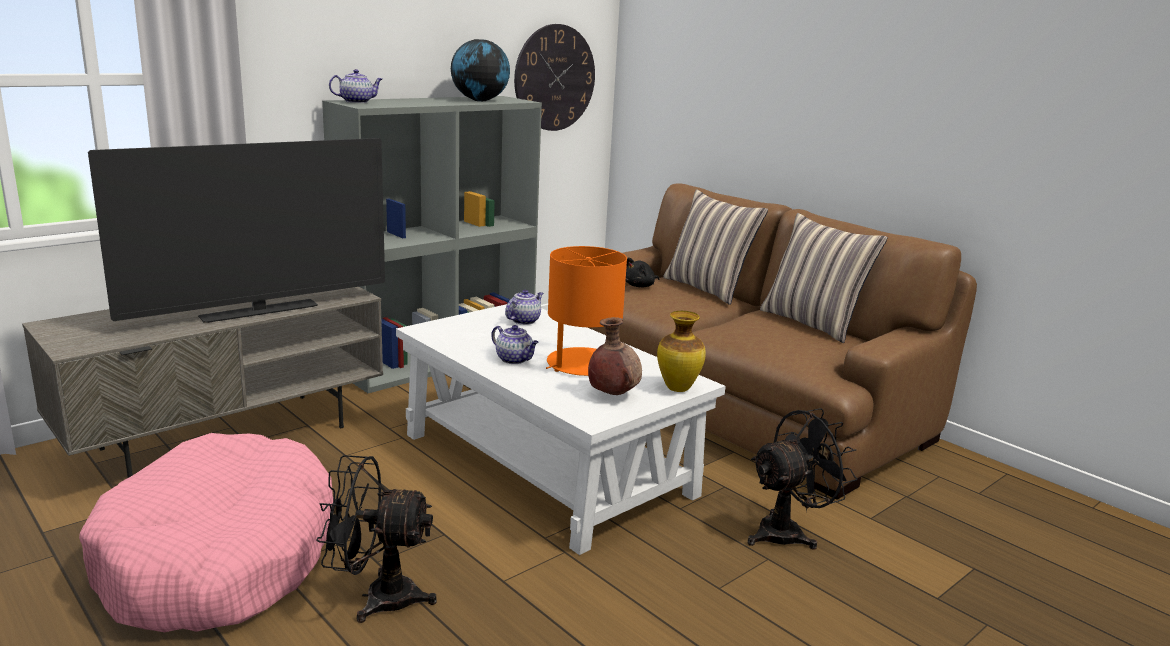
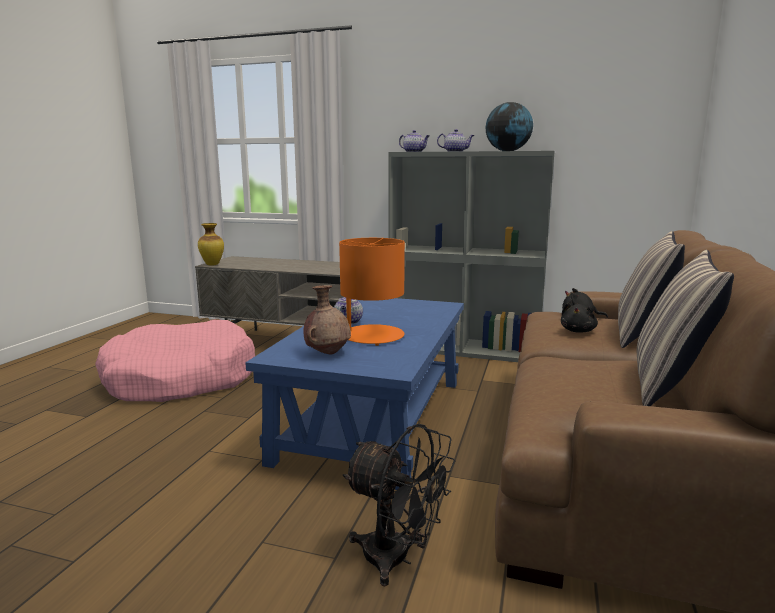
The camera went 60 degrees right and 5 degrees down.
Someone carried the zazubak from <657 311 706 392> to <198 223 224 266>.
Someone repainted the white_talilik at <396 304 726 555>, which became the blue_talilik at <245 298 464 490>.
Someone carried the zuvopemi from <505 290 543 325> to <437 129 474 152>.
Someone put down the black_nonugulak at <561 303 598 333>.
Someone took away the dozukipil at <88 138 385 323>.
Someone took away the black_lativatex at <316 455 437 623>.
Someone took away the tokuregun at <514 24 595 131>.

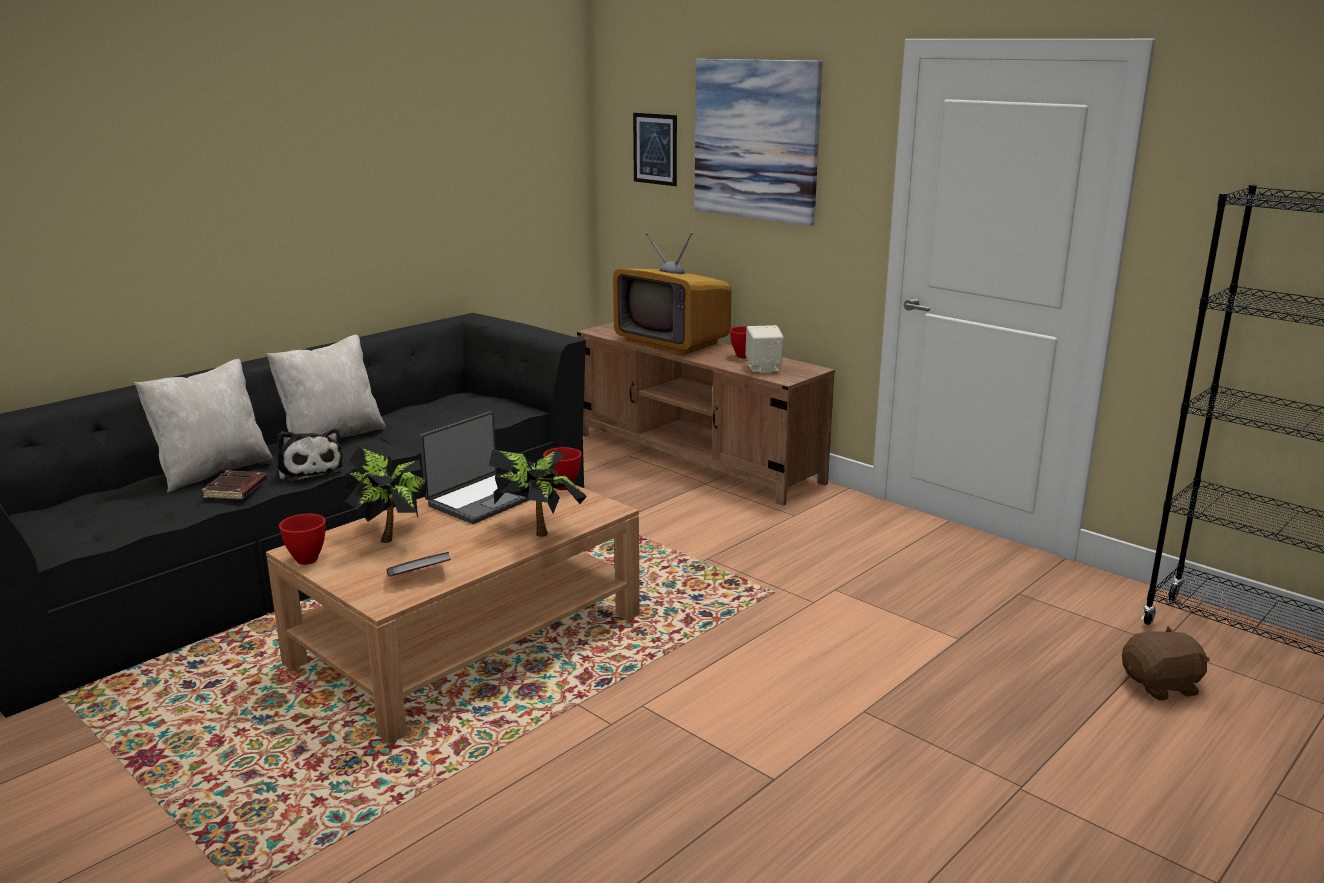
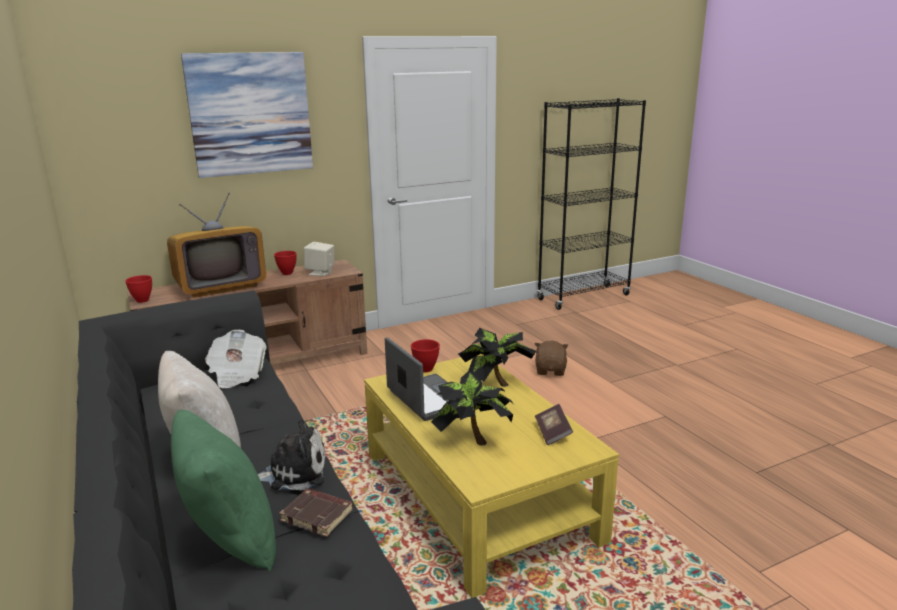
The camera went 70 degrees left and 0 degrees up.
Someone carried the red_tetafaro from <279 514 326 565> to <125 275 152 303>.
Someone repainted the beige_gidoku at <134 359 273 493>, which became the green_gidoku at <171 410 276 572>.
Someone put down the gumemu at <205 330 267 389>.
Someone repainted the brown_talilik at <266 485 640 744>, which became the yellow_talilik at <364 354 619 598>.
Someone carried the brown_nonugulak from <1122 626 1210 701> to <535 341 569 376>.
Someone took away the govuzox at <633 113 677 186>.

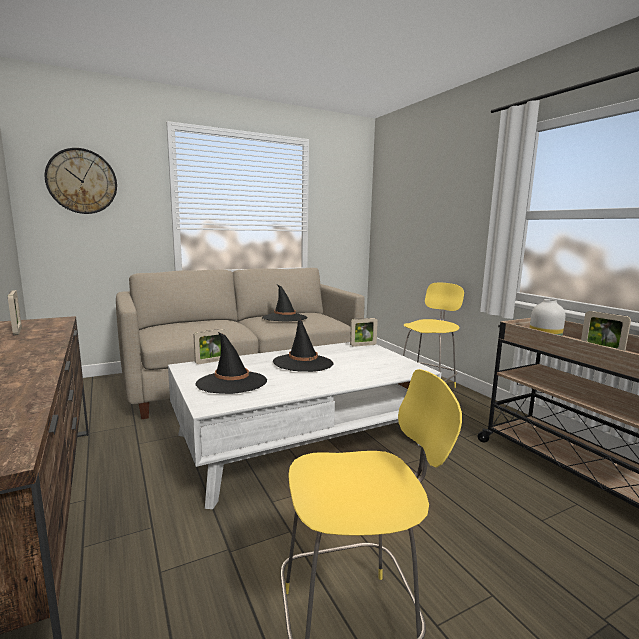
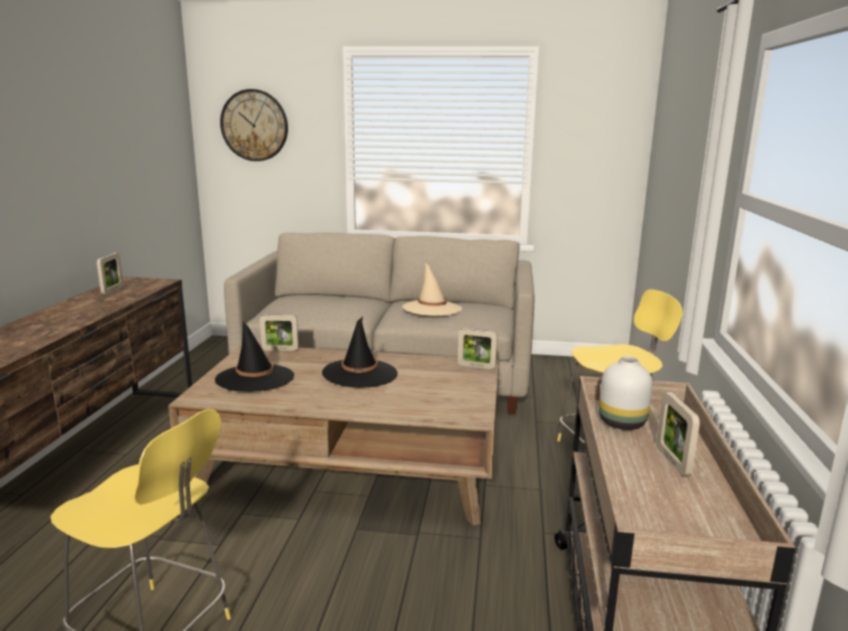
The camera went 35 degrees right and 5 degrees up.
Someone repainted the white_talilik at <168 342 441 509>, which became the brown_talilik at <168 344 499 526>.
Someone repainted the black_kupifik at <262 285 307 321>, which became the beige_kupifik at <402 263 462 316>.

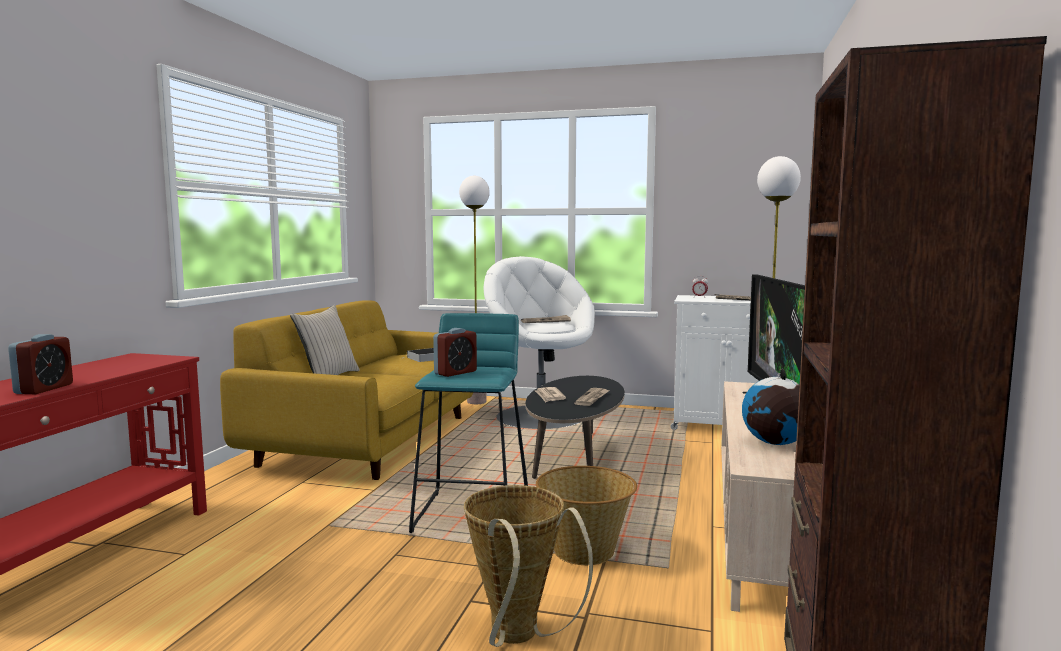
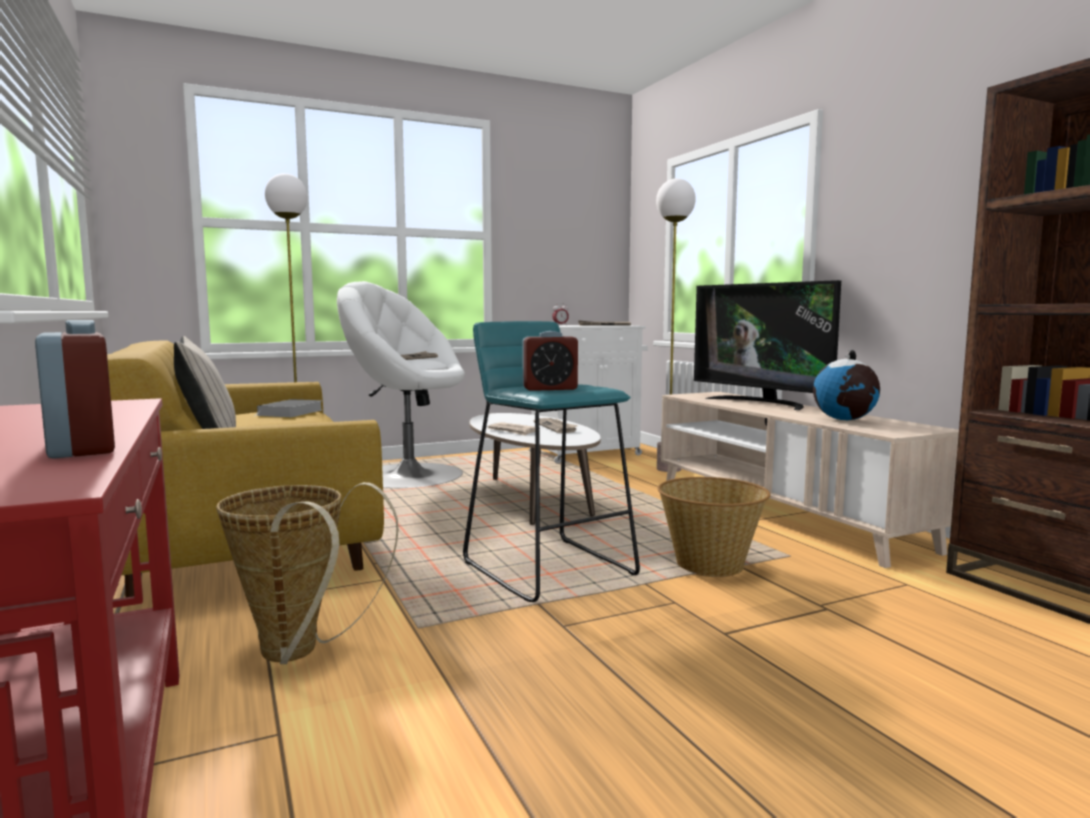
The camera went 40 degrees left and 0 degrees up.
Someone carried the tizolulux from <464 485 593 647> to <216 482 398 664>.
Someone repainted the black_talilik at <526 376 625 479>, which became the white_talilik at <469 413 601 525>.
Someone rotated the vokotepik at <433 328 477 377> by 75 degrees clockwise.

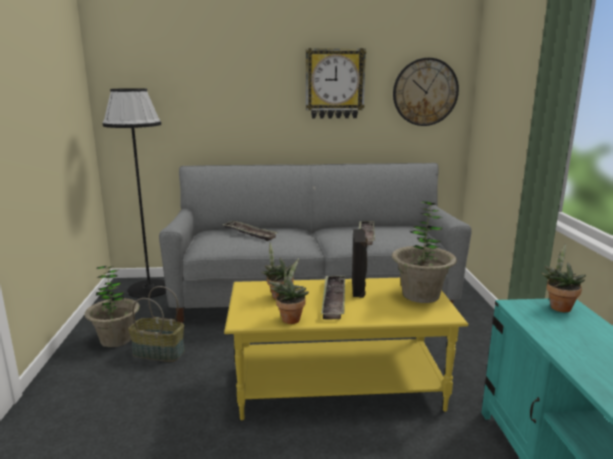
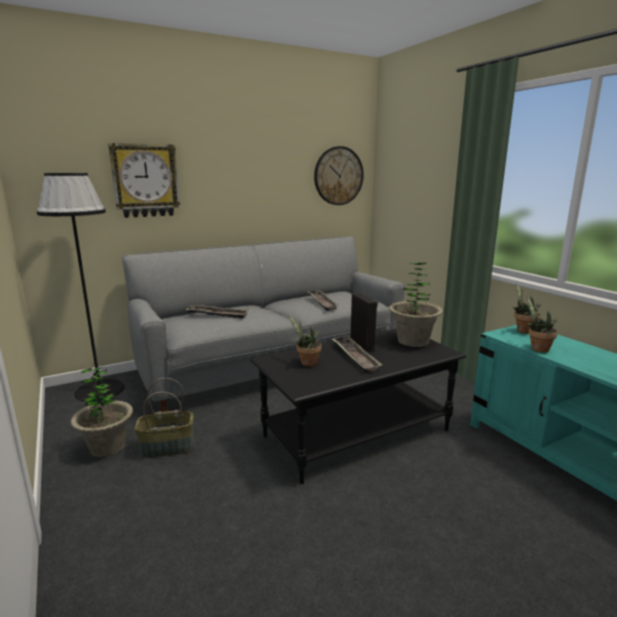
The camera went 25 degrees left and 0 degrees up.
Someone carried the tokuregun from <306 48 366 119> to <108 143 180 218>.
Someone repainted the yellow_talilik at <224 278 468 420>, which became the black_talilik at <250 328 466 484>.
Someone carried the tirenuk from <268 258 309 324> to <527 297 558 352>.

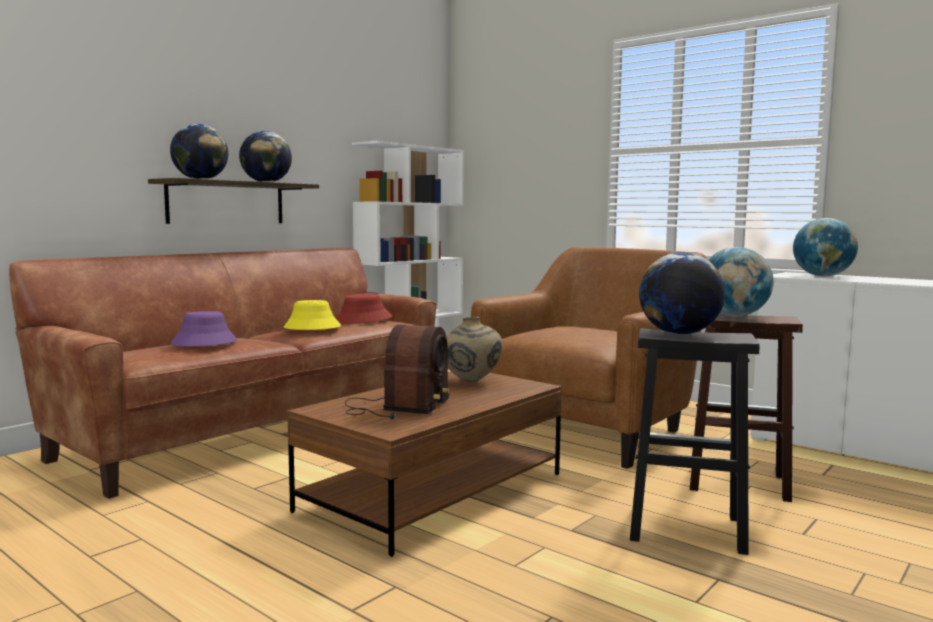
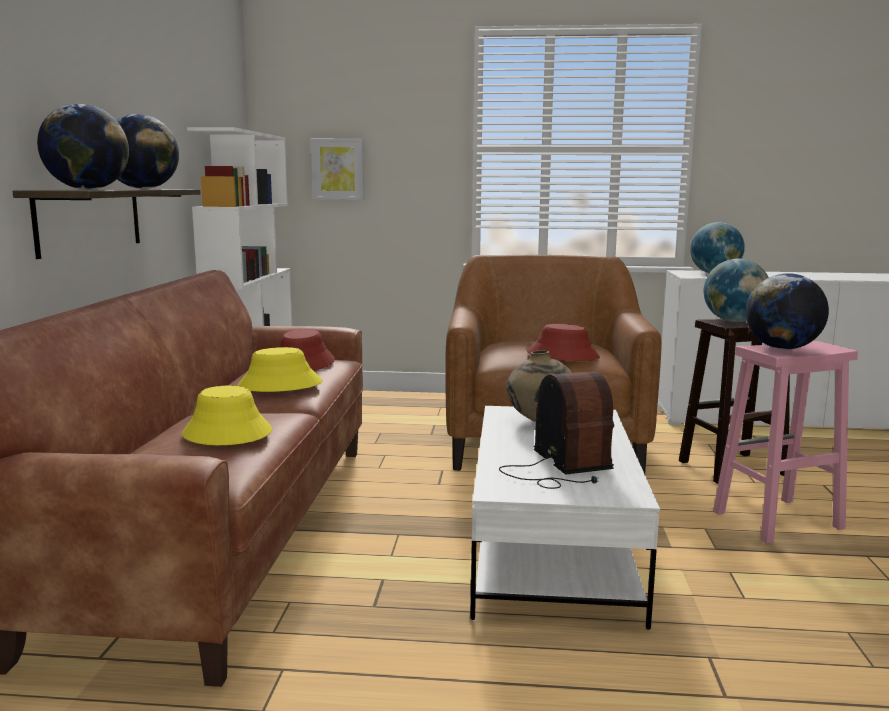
The camera went 35 degrees left and 5 degrees up.
Someone repainted the purple_kupifik at <170 311 237 346>, which became the yellow_kupifik at <182 386 272 445>.
Someone put up the govuzox at <311 138 364 200>.
Someone repainted the brown_talilik at <288 371 562 557>, which became the white_talilik at <471 406 660 630>.
Someone put down the red_kupifik at <527 324 600 361>.
Someone repainted the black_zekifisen at <630 328 760 555>, which became the pink_zekifisen at <713 340 858 544>.

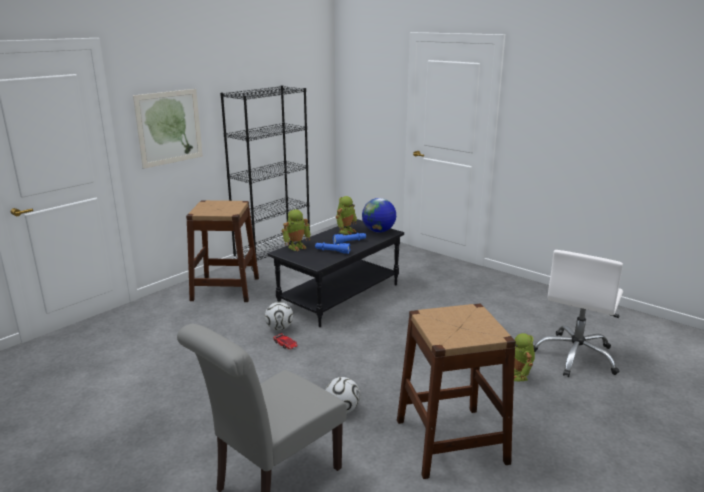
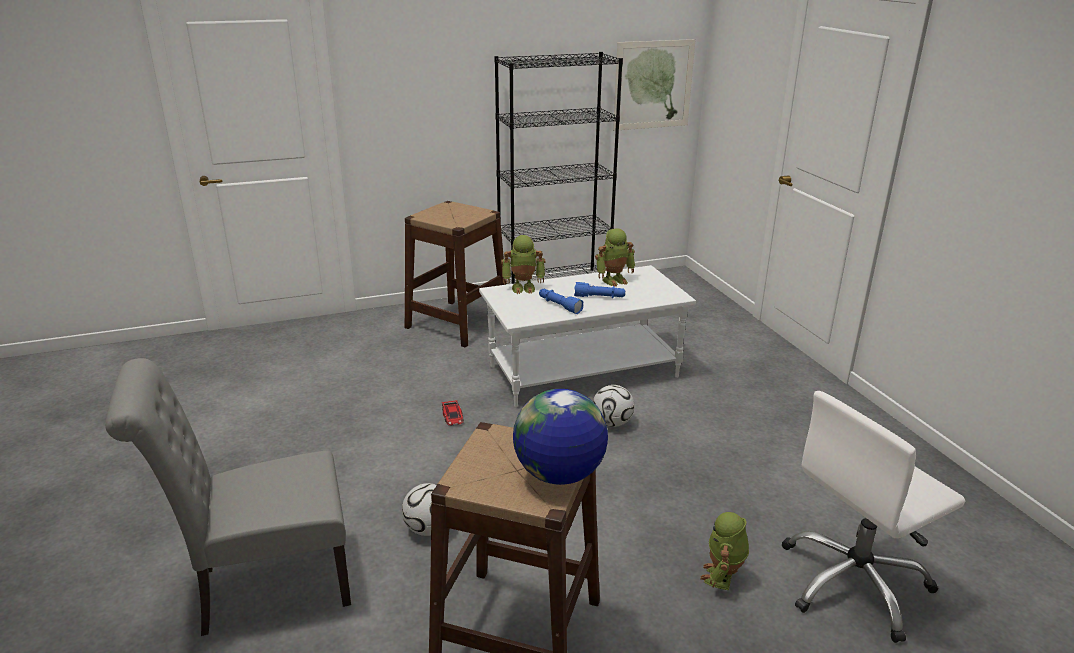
The camera went 30 degrees right and 5 degrees up.
Someone repainted the black_talilik at <268 219 404 327>, which became the white_talilik at <479 265 696 407>.
Someone carried the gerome from <362 198 396 233> to <513 389 608 485>.
Someone carried the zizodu from <265 302 293 330> to <593 385 634 427>.
Someone carried the govuzox from <133 89 203 169> to <613 39 695 131>.

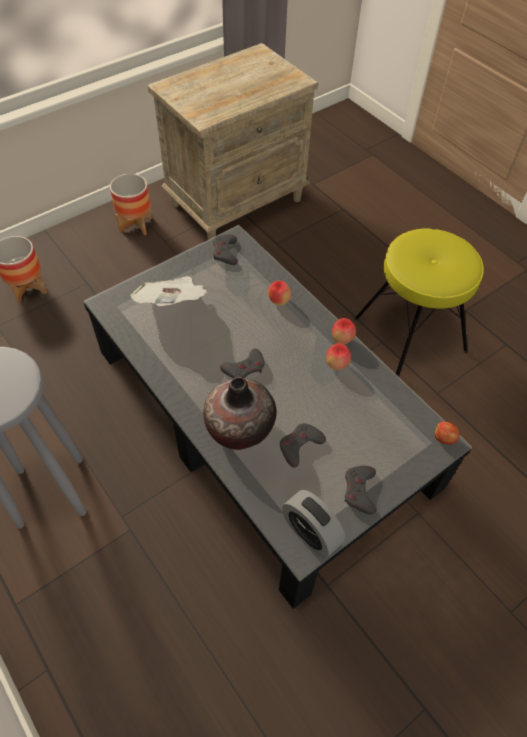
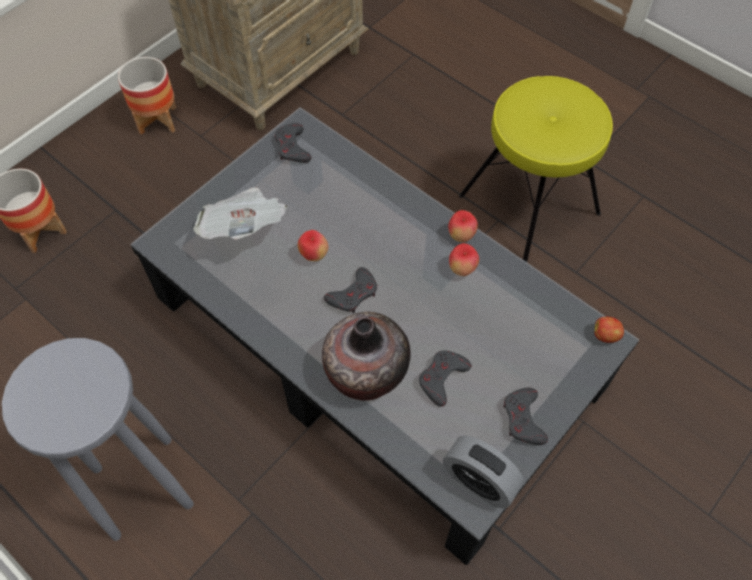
The camera went 10 degrees left and 5 degrees up.
Someone carried the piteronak from <268 281 291 305> to <298 230 329 261>.

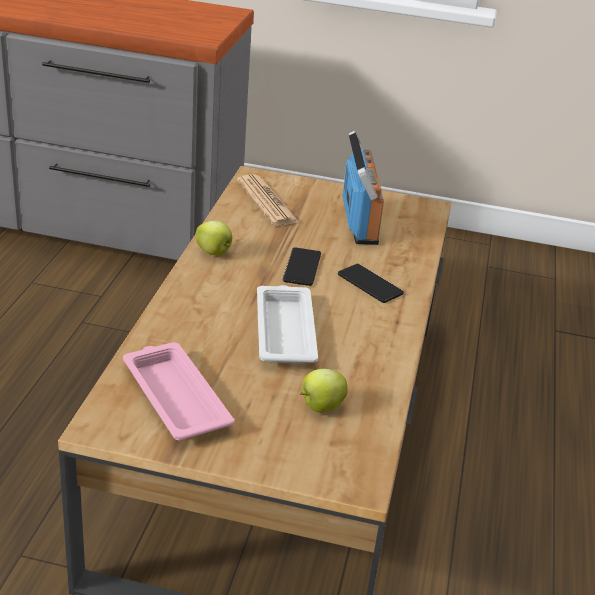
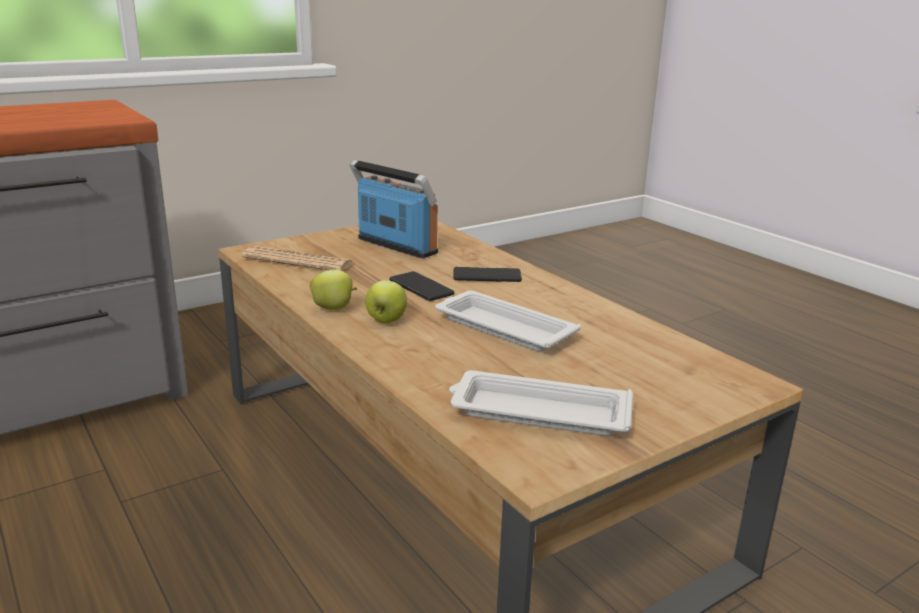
The camera went 45 degrees left and 10 degrees down.
Someone carried the piteronak from <300 369 347 413> to <365 280 407 323>.
Someone repainted the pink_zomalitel at <123 342 234 441>, which became the white_zomalitel at <449 371 633 436>.

